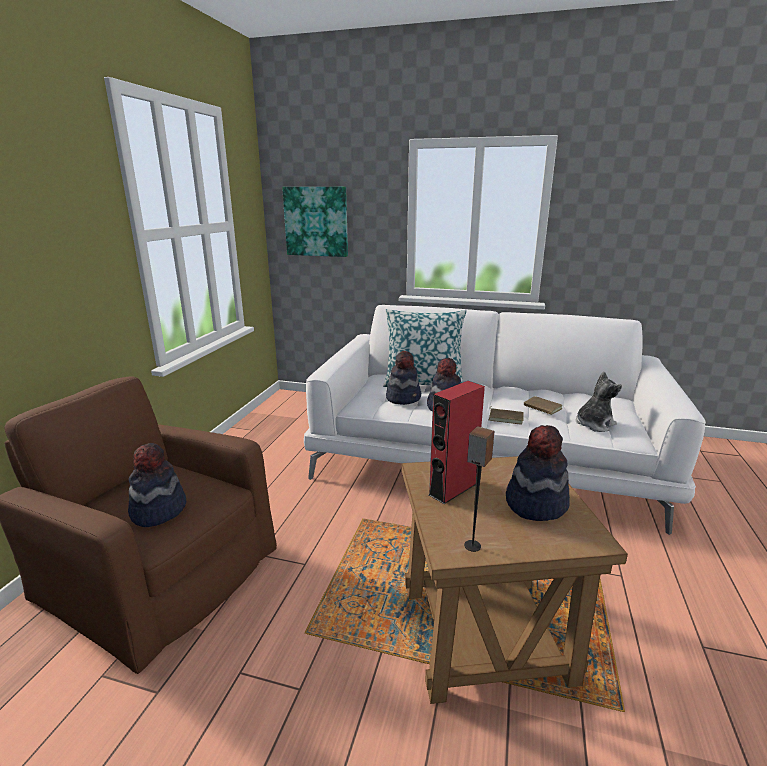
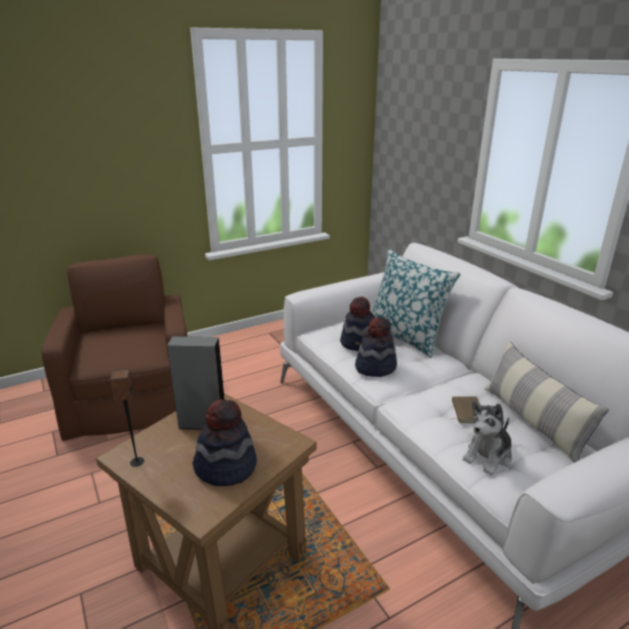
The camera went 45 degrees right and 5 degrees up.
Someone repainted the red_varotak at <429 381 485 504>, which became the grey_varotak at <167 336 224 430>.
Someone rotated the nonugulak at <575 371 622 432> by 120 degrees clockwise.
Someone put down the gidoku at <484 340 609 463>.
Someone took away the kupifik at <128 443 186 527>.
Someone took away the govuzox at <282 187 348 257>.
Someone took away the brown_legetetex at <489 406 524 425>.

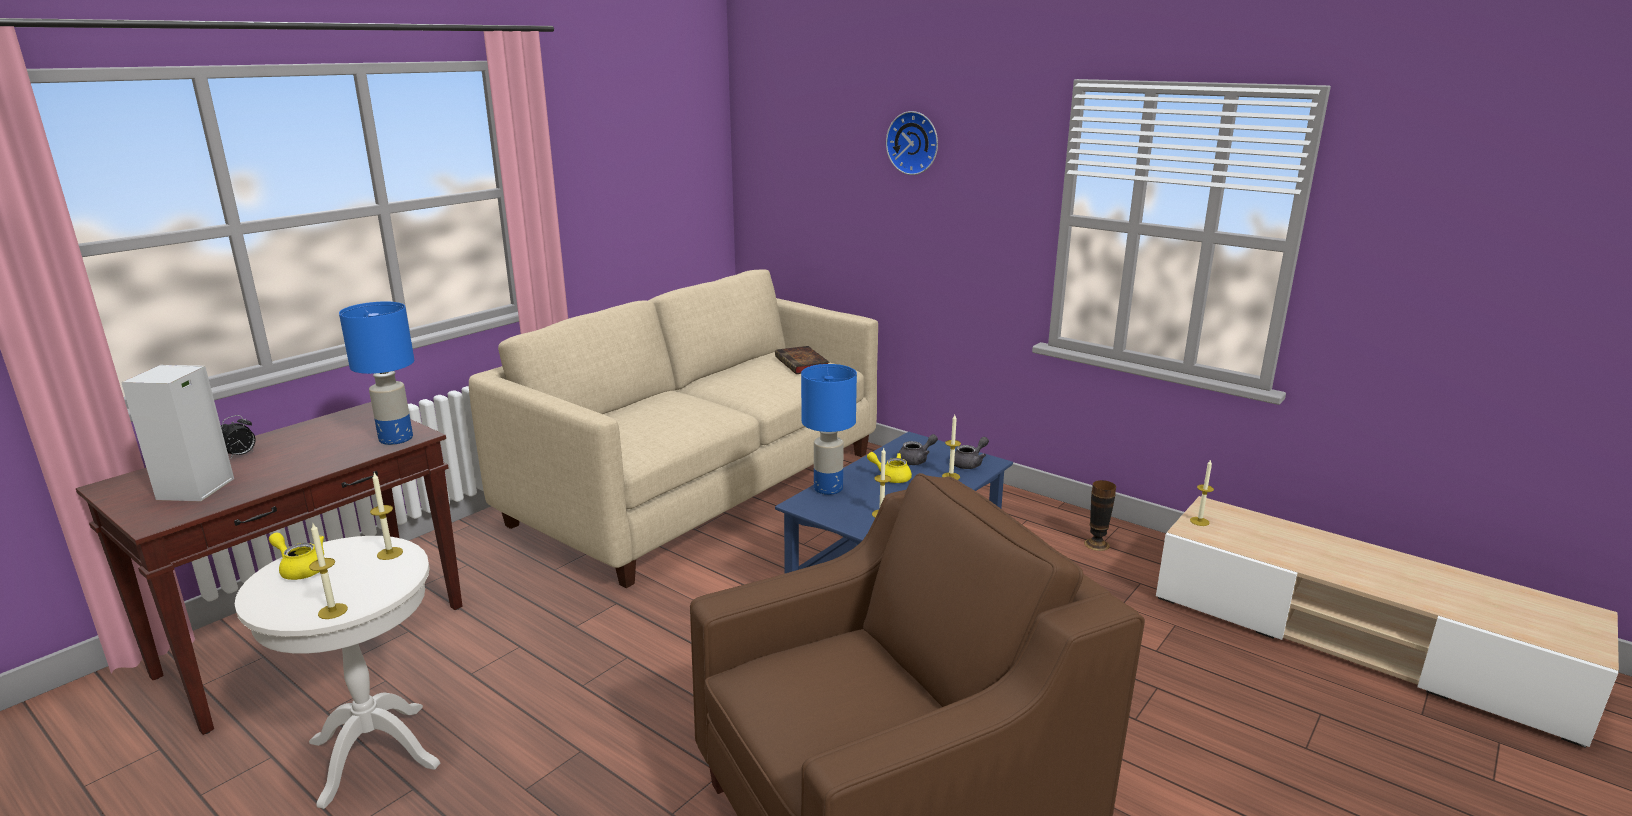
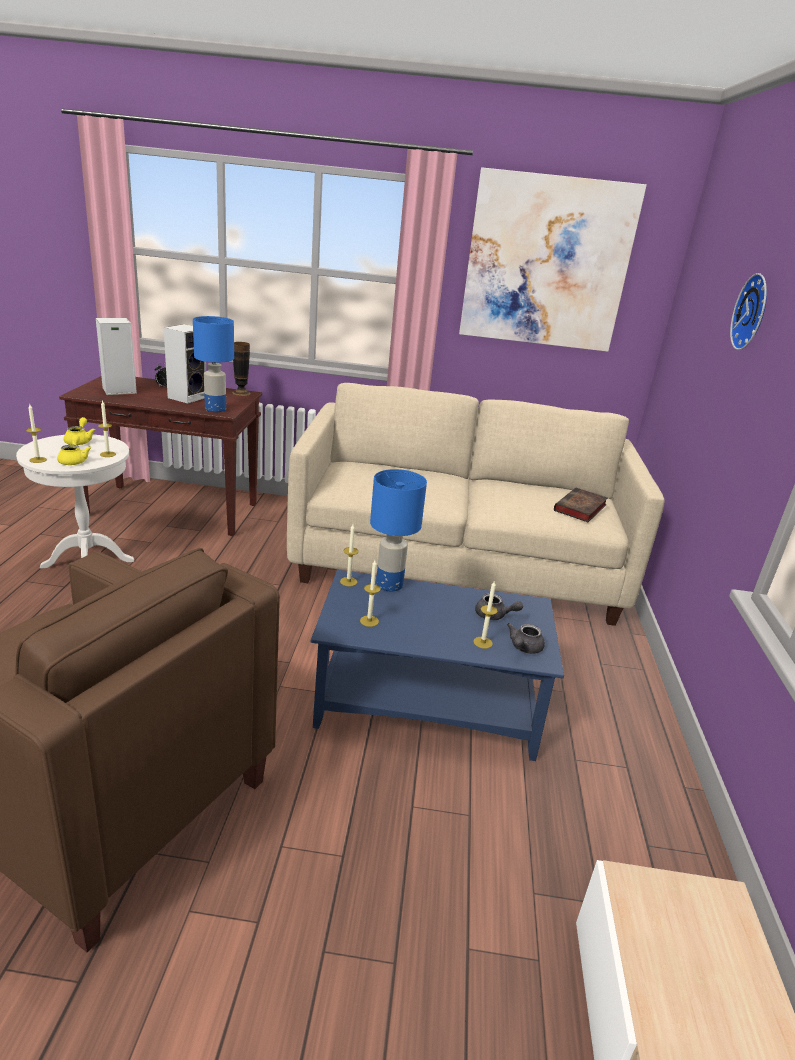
The camera went 55 degrees right and 5 degrees up.
Someone carried the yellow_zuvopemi from <867 452 912 483> to <57 435 91 465>.
Someone put down the varotak at <164 324 206 404>.
Someone carried the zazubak from <1084 480 1116 551> to <232 342 251 396>.
Someone carried the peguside from <1190 459 1214 526> to <340 525 358 587>.
Someone put up the govuzox at <459 167 647 352>.
Someone rotated the grey_zuvopemi at <954 437 989 469> by 105 degrees clockwise.

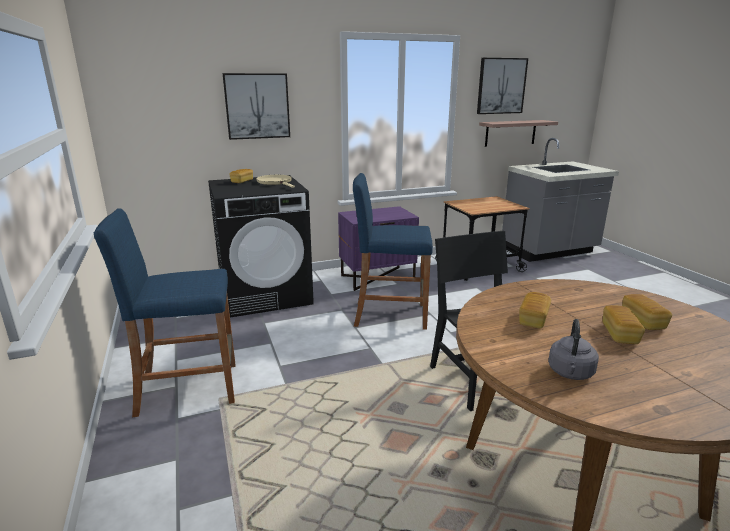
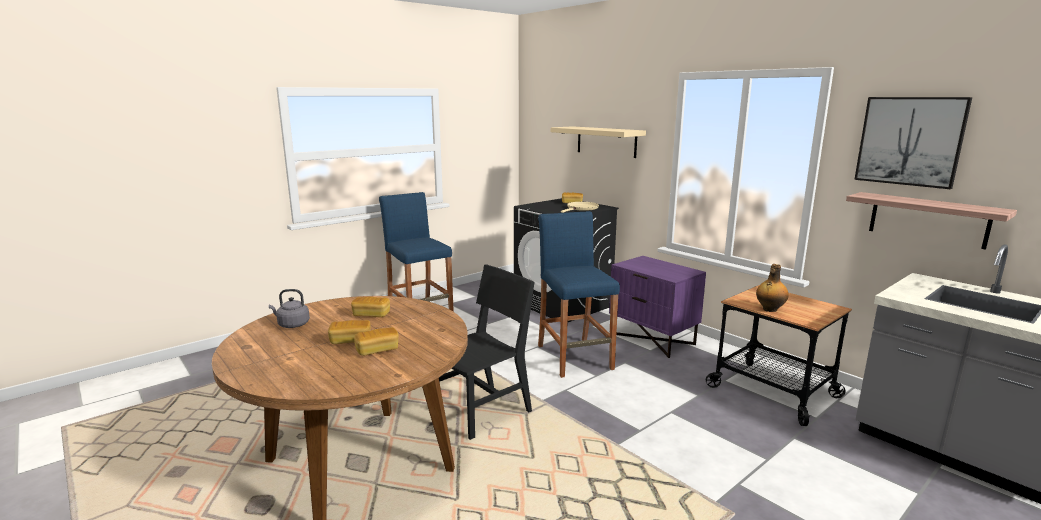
The camera went 70 degrees right and 5 degrees down.
Someone swapped the govuzox at <223 73 290 140> for the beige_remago at <551 126 646 158>.
Someone put down the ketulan at <756 264 789 312>.

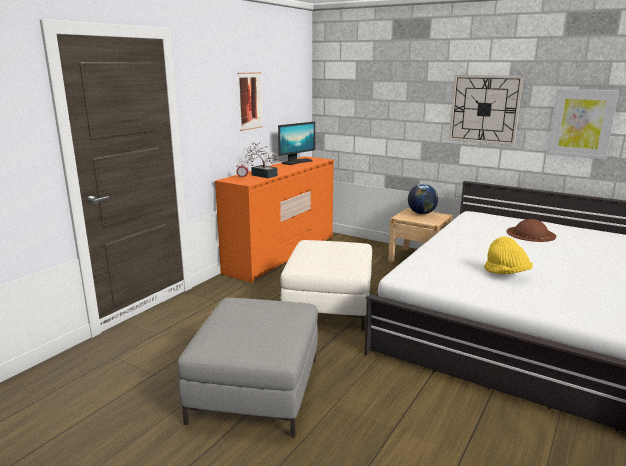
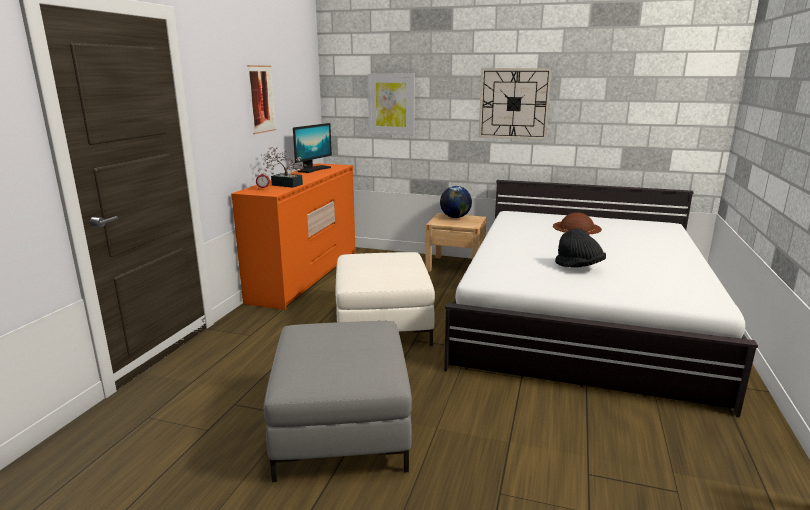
The camera went 15 degrees left and 0 degrees up.
Someone carried the govuzox from <547 89 619 160> to <368 74 415 136>.
Someone repainted the yellow_kupifik at <484 236 533 274>, which became the black_kupifik at <555 228 606 267>.

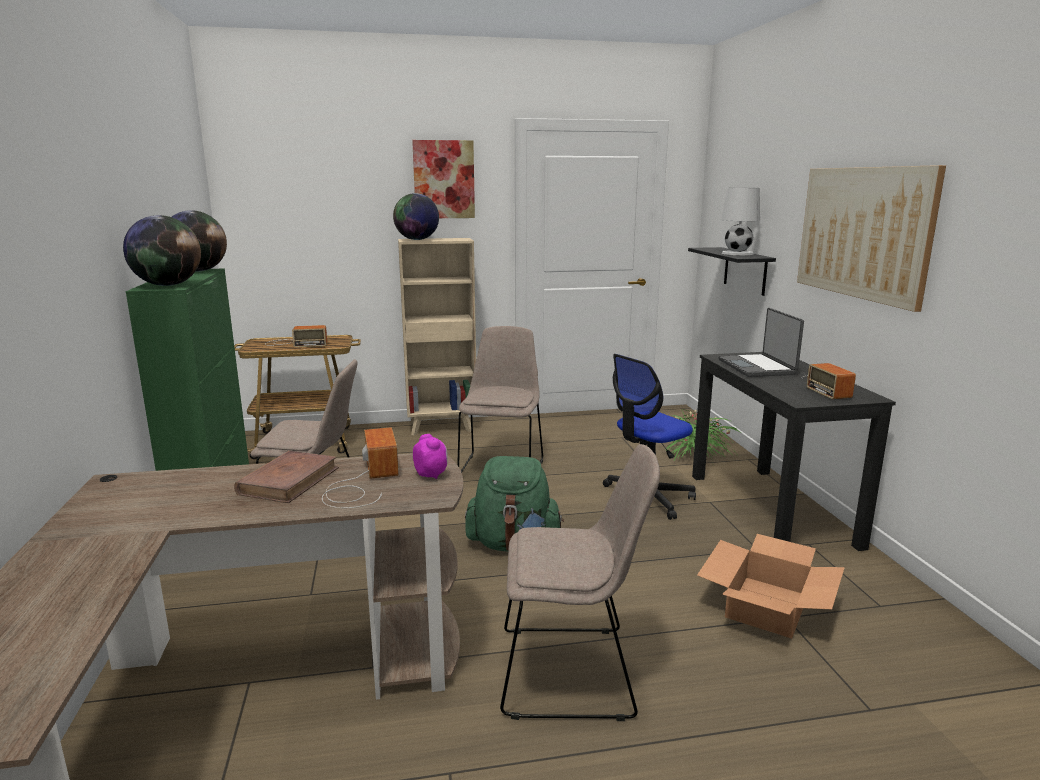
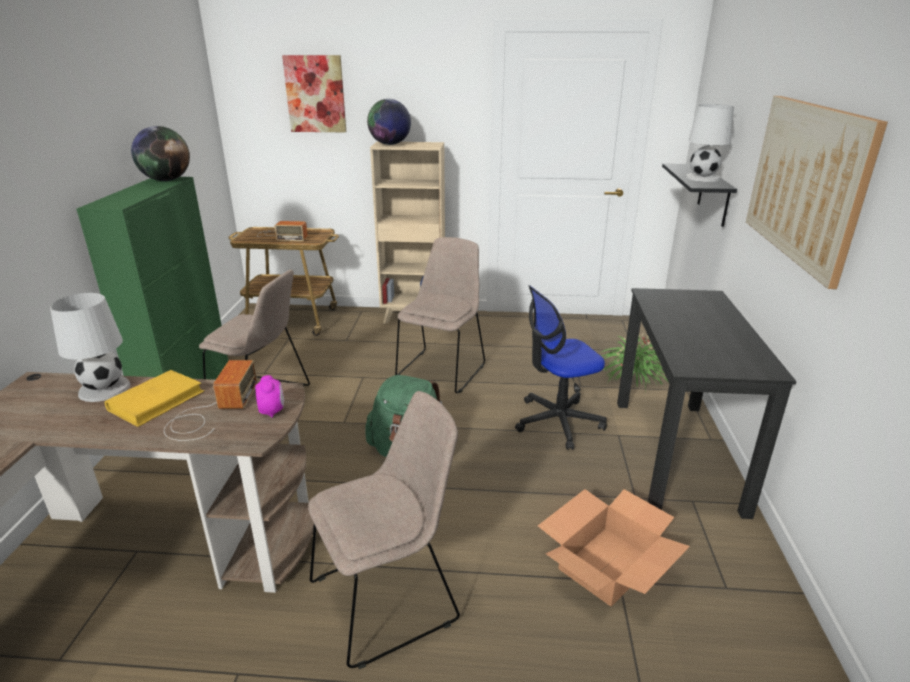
The camera went 15 degrees right and 10 degrees up.
Someone put down the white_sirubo at <50 293 130 402>.
Someone repainted the brown_legetetex at <234 451 339 503>, which became the yellow_legetetex at <105 370 205 427>.
Someone carried the govuzox from <412 140 475 218> to <282 55 346 132>.
Someone rotated the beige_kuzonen at <500 444 660 721> by 45 degrees counterclockwise.
Someone took away the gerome at <123 215 201 286>.
Someone took away the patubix at <718 308 804 377>.
Someone took away the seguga at <801 363 856 399>.

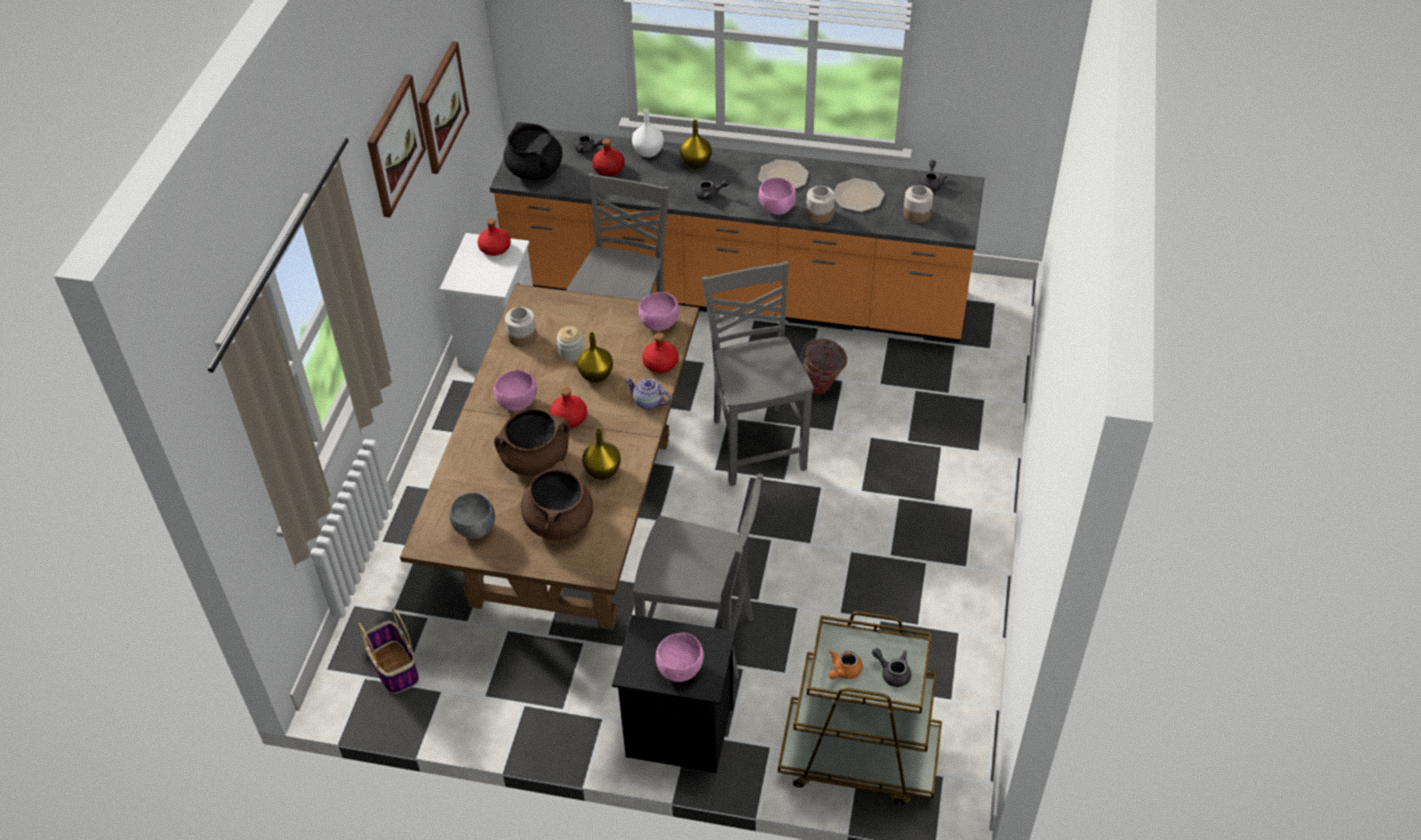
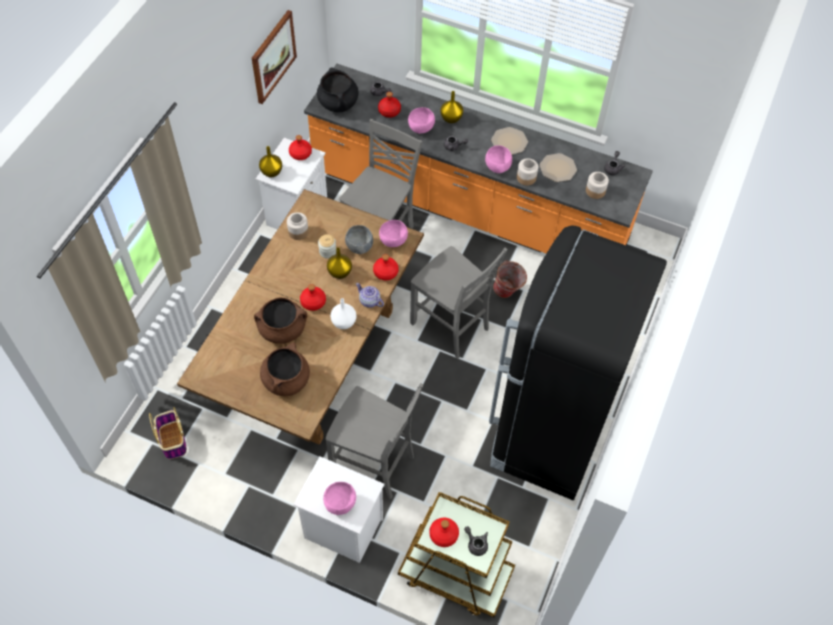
The camera went 10 degrees right and 10 degrees up.
Someone carried the yellow_zazubak from <582 428 621 480> to <259 146 282 177>.
Someone repainted the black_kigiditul at <612 615 736 773>, which became the white_kigiditul at <293 456 384 563>.
Someone carried the white_zazubak from <632 108 664 157> to <330 298 357 329>.
Someone carried the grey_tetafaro from <449 493 495 539> to <345 225 373 254>.
Someone carried the pink_tetafaro from <494 370 537 411> to <408 107 435 134>.
Someone rotated the grey_kuzonen at <702 261 814 486> by 135 degrees clockwise.
Someone swapped the orange_zuvopemi at <829 650 863 679> for the red_ketulan at <429 518 459 547>.
Someone put down the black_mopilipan at <489 226 667 500>.
Someone took away the govuzox at <367 74 426 217>.

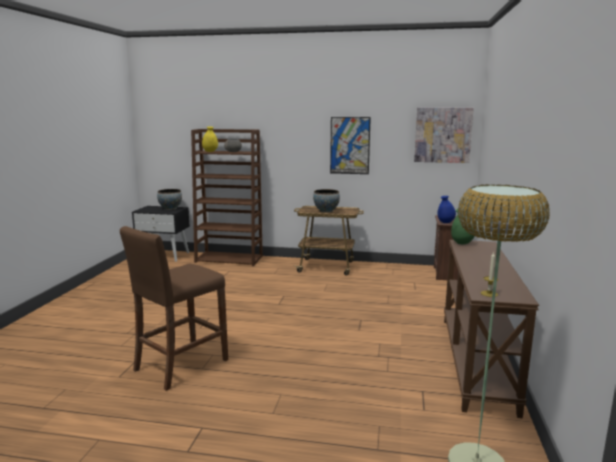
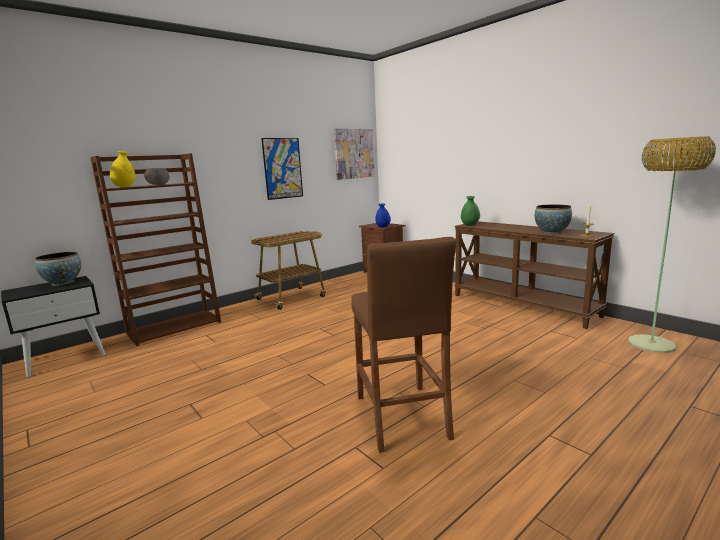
The camera went 50 degrees left and 0 degrees up.
Someone carried the tetafaro from <313 189 340 213> to <535 205 572 234>.

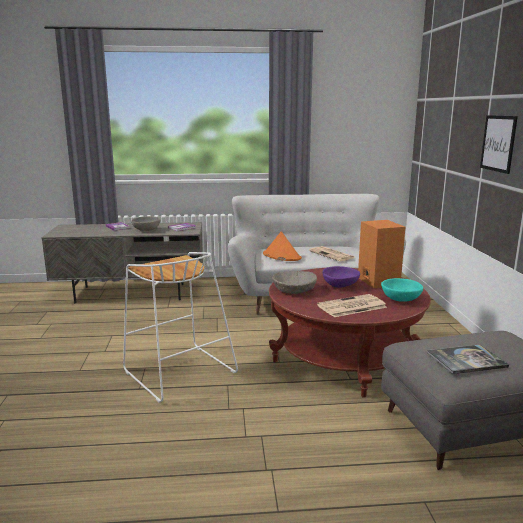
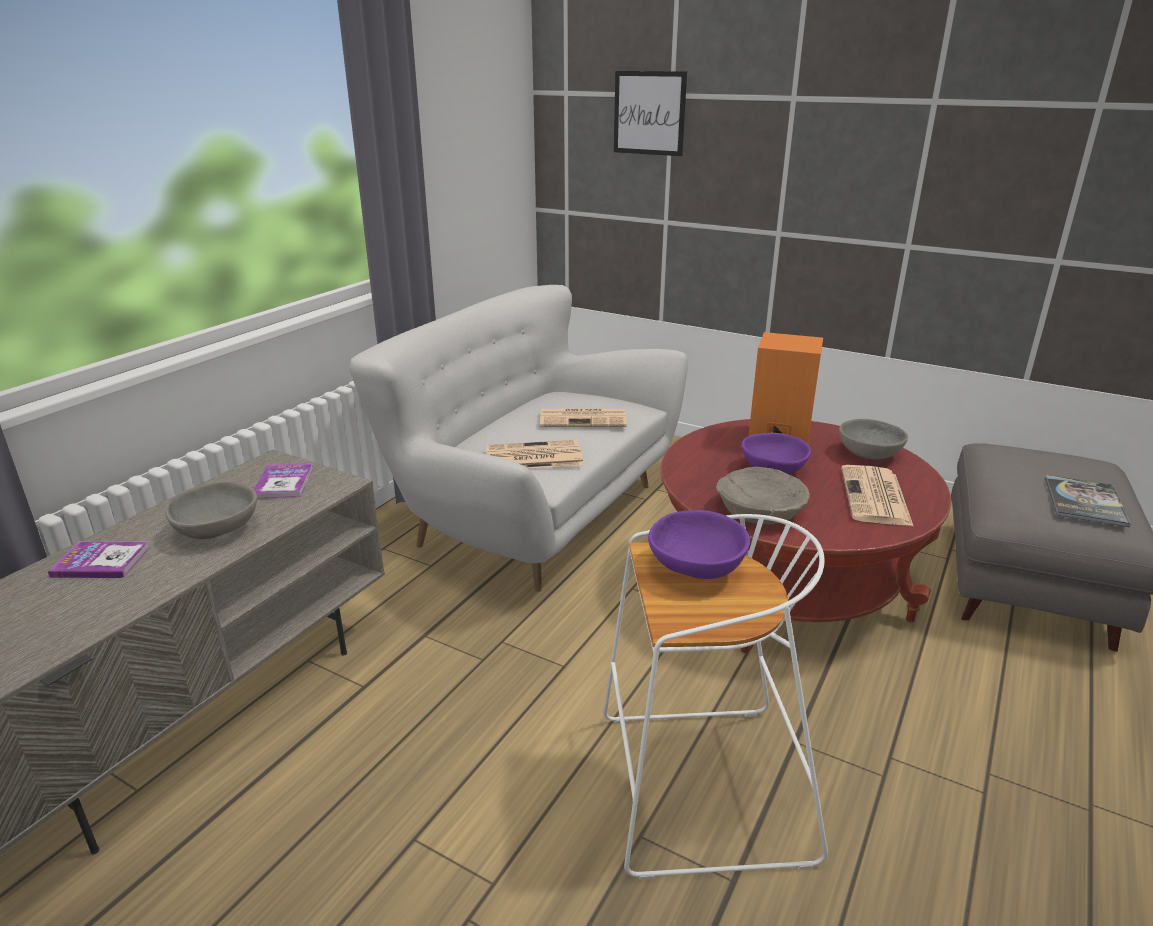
The camera went 55 degrees left and 10 degrees up.
Someone swapped the orange_kupifik at <263 231 302 261> for the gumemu at <486 440 583 469>.
Someone carried the govuzox from <480 115 518 174> to <614 71 687 156>.
Someone put down the purple_tetafaro at <648 510 750 579>.
Someone repainted the turquoise_tetafaro at <381 278 423 302>, which became the grey_tetafaro at <839 419 908 459>.

